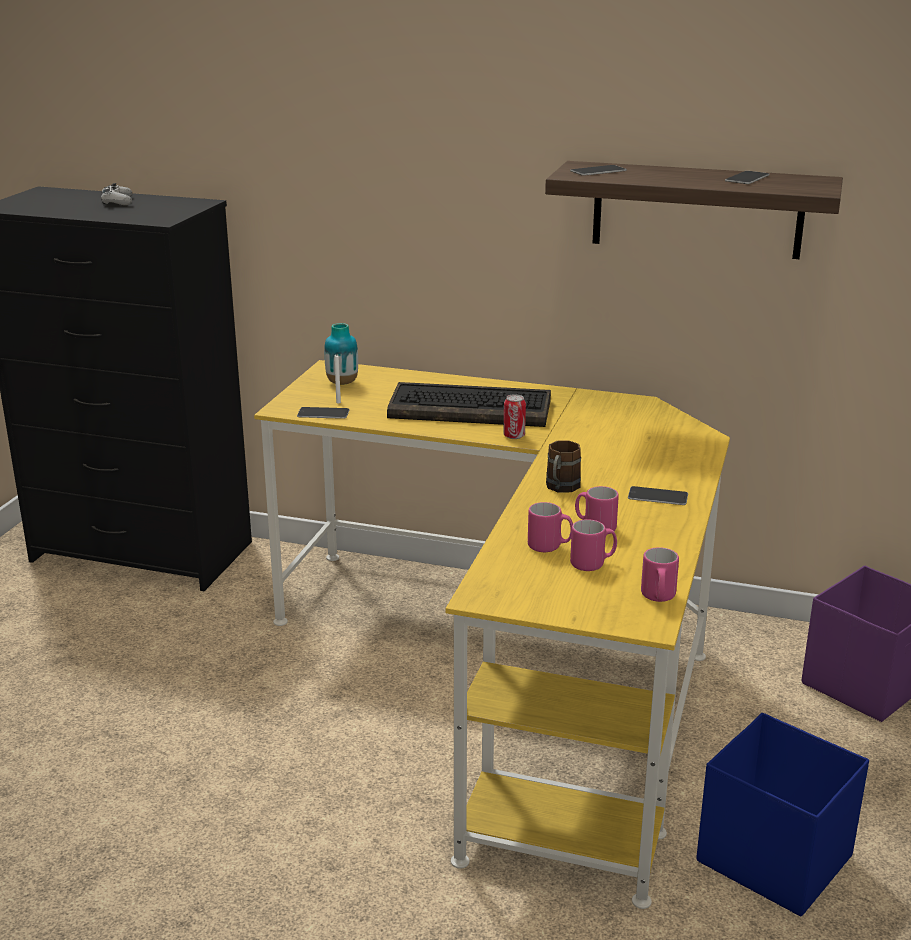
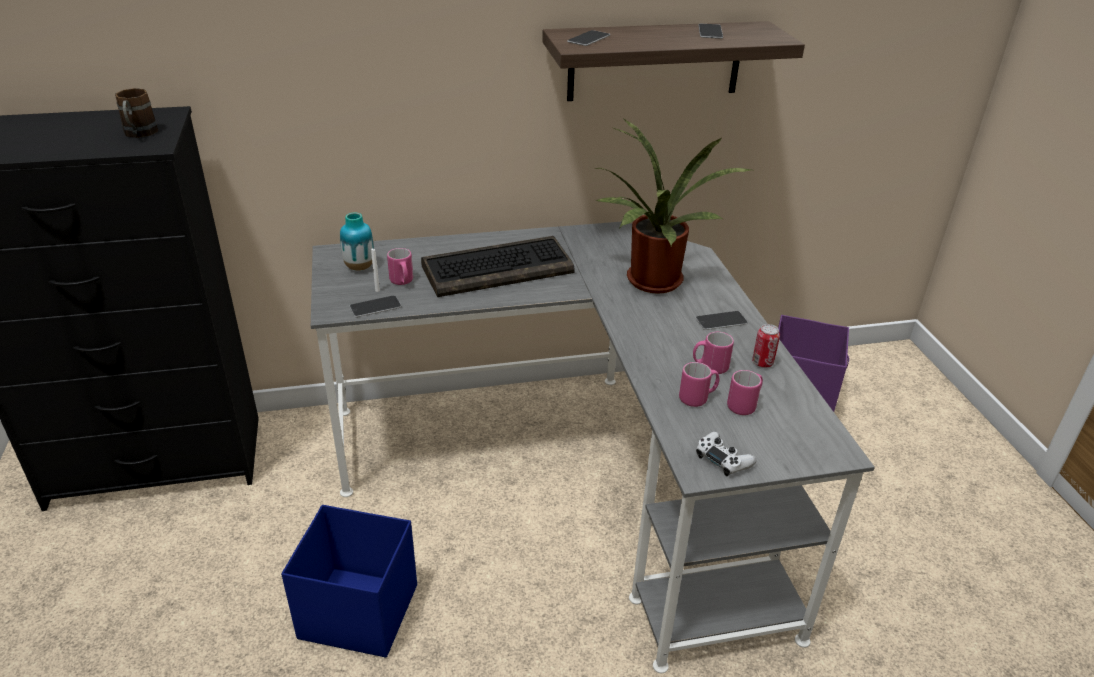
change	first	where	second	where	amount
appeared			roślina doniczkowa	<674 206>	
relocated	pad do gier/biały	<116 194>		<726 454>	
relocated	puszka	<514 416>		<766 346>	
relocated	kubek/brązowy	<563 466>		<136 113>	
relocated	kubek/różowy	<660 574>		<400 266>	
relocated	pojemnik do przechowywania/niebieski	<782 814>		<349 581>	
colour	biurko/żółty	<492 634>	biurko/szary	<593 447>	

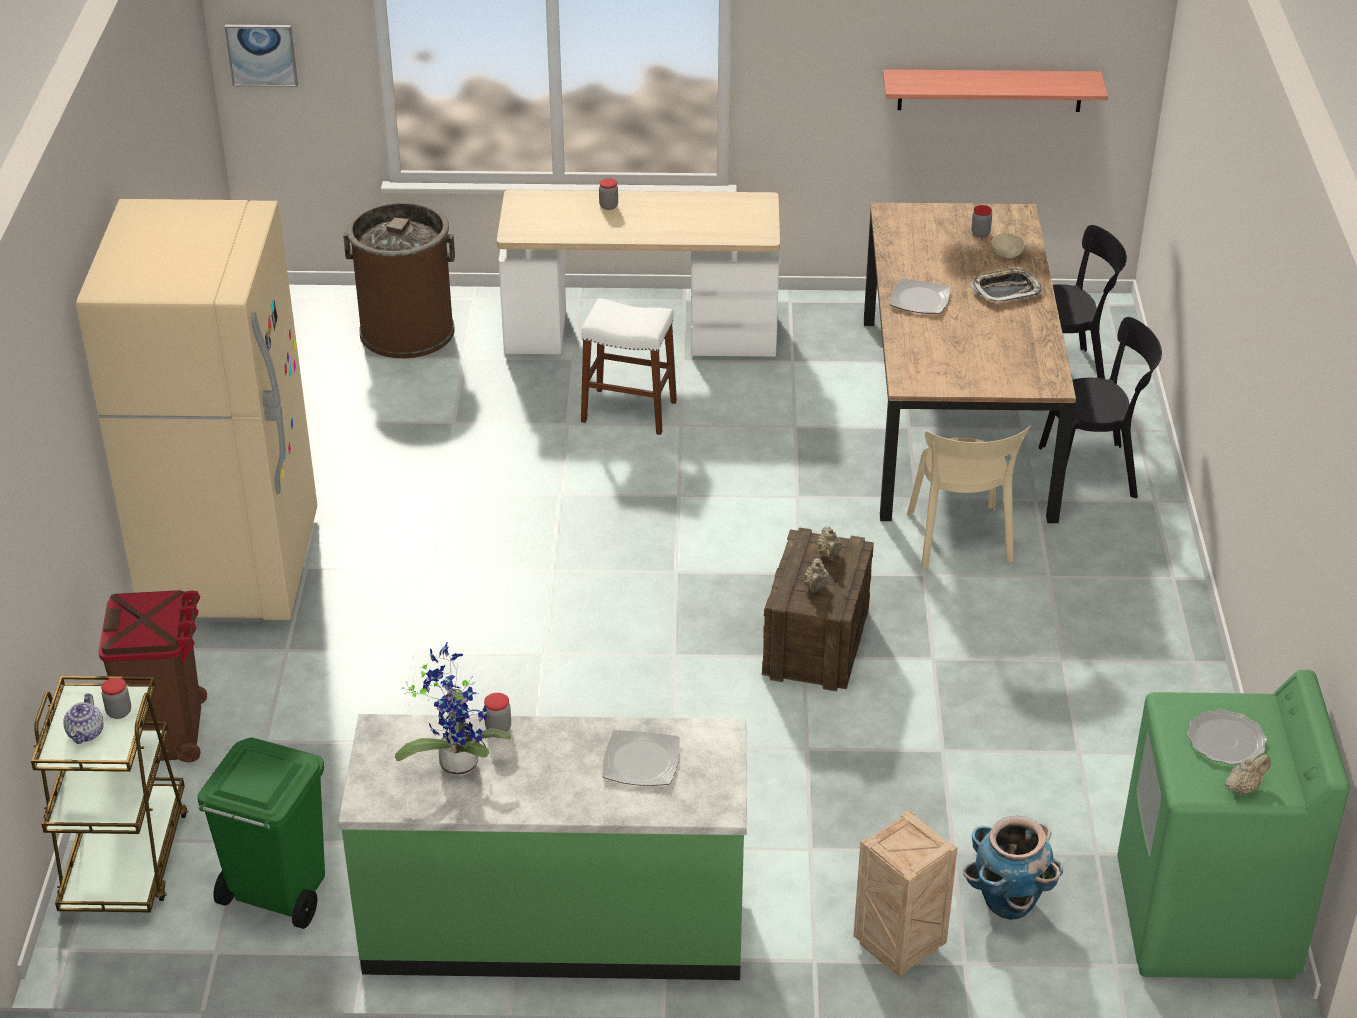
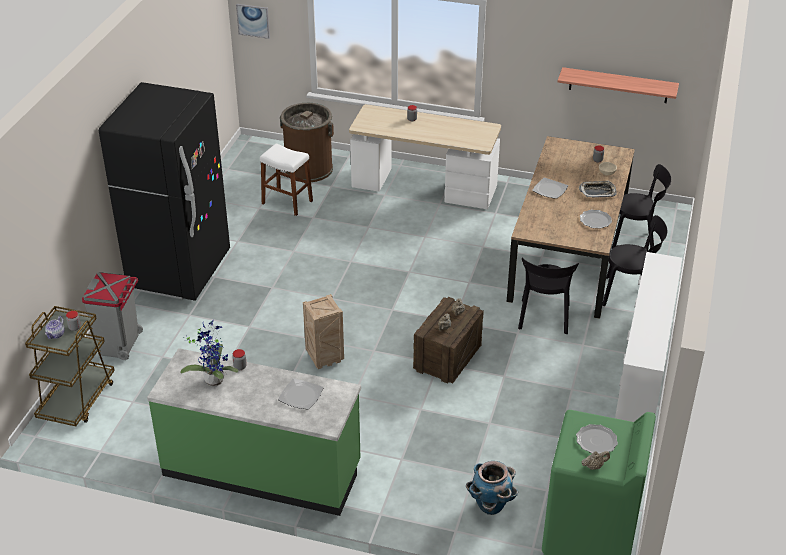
change	first	where	second	where	amount
missing	kosz na śmieci/zielony	<261 833>			
appeared			talerz	<596 219>	
appeared			komoda/biały	<648 337>	
relocated	stołek/biały	<629 366>		<286 179>	
relocated	skrzynka	<905 893>		<323 331>	
colour	lodówka/beżowy	<197 410>	lodówka/czarny	<164 191>	
colour	kosz na śmieci/brązowy	<152 676>	kosz na śmieci/szary	<112 316>	
colour	krzesło/beżowy	<969 496>	krzesło/czarny	<548 296>	

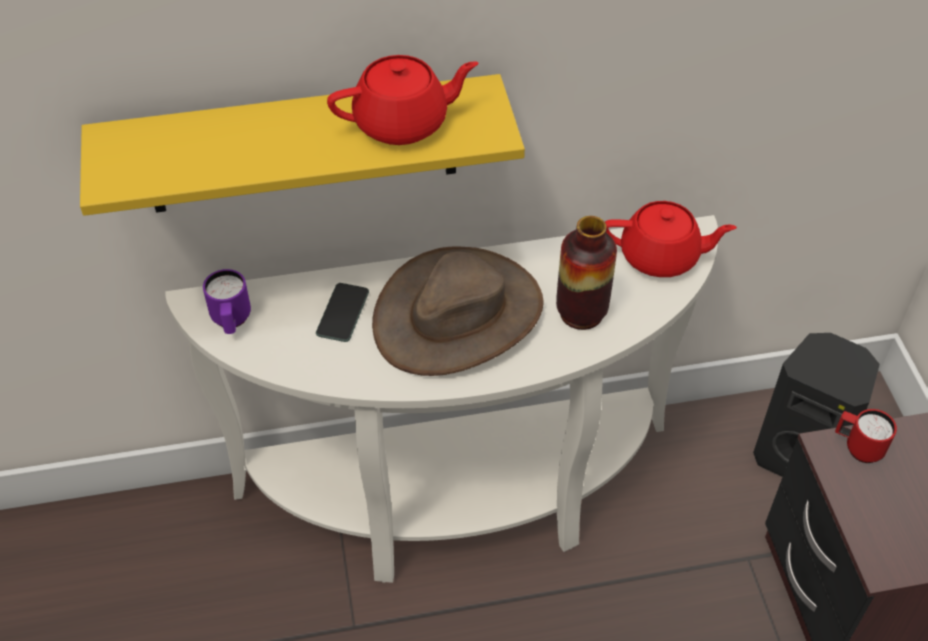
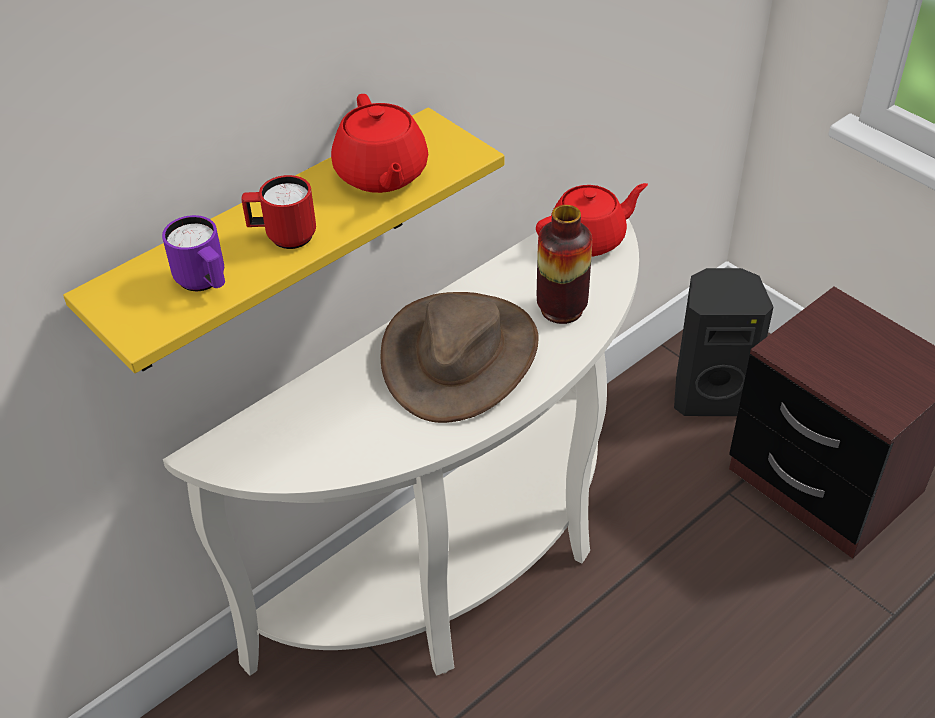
change	first	where	second	where	amount
missing	telefon	<342 312>			
relocated	kubek/fioletowy	<227 301>		<193 253>	
relocated	kubek/czerwony	<866 436>		<278 212>	
spun	imbryk/czerwony	<402 100>		<379 143>	120 degrees clockwise

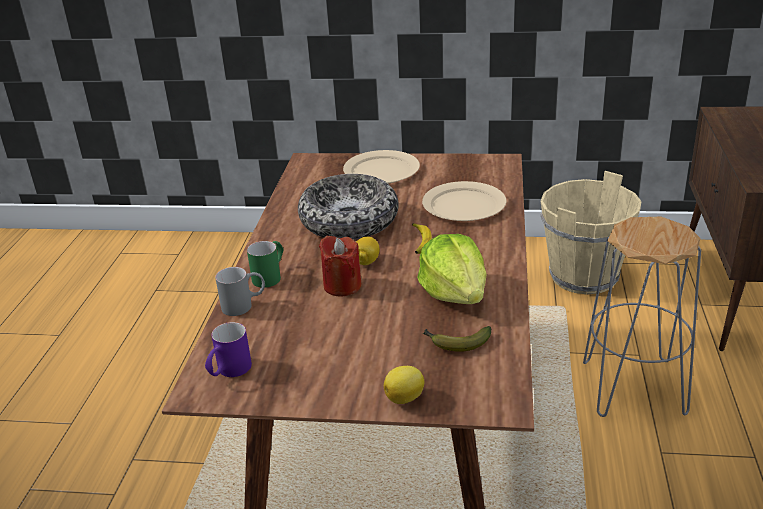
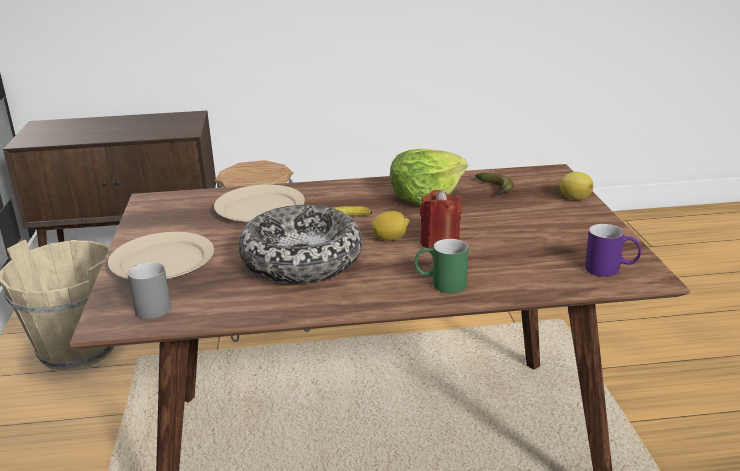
change	first	where	second	where	amount
relocated	kubek/szary	<240 291>		<149 290>	

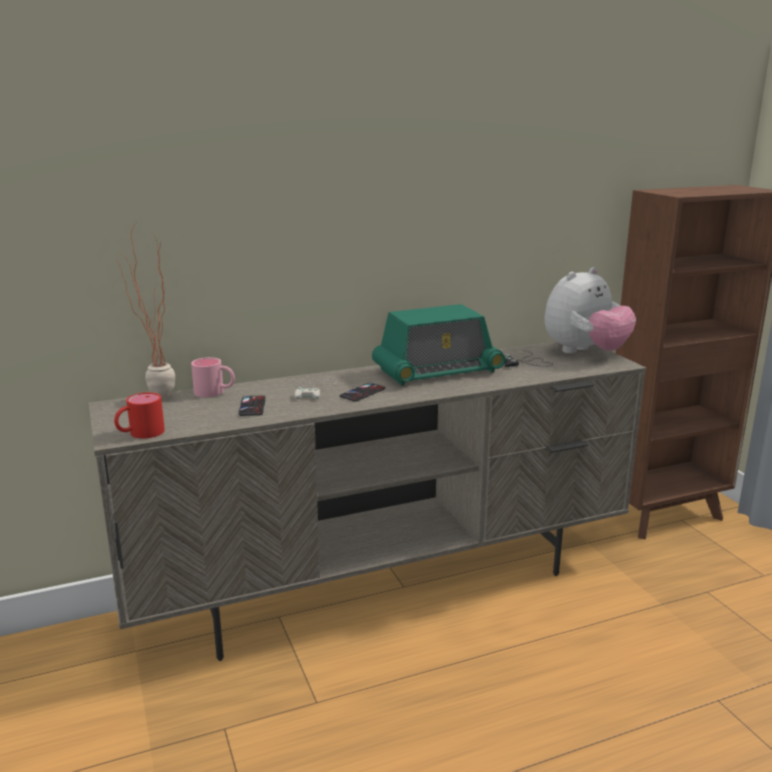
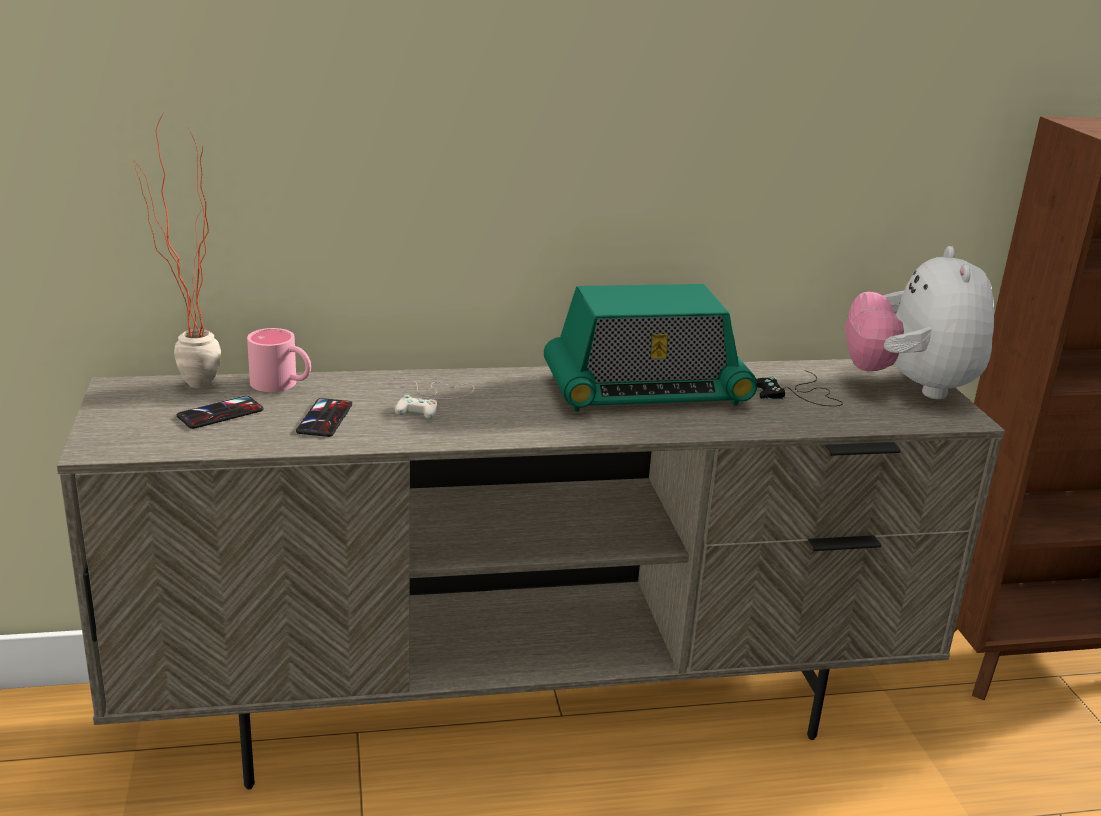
change	first	where	second	where	amount
missing	kubek/czerwony	<139 415>			
relocated	telefon	<362 392>		<220 412>	
spun	pluszak	<590 310>		<919 322>	120 degrees clockwise

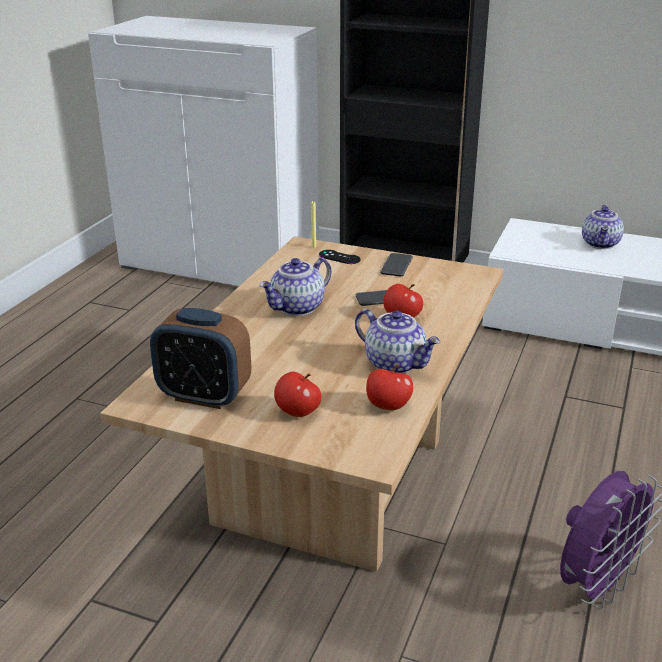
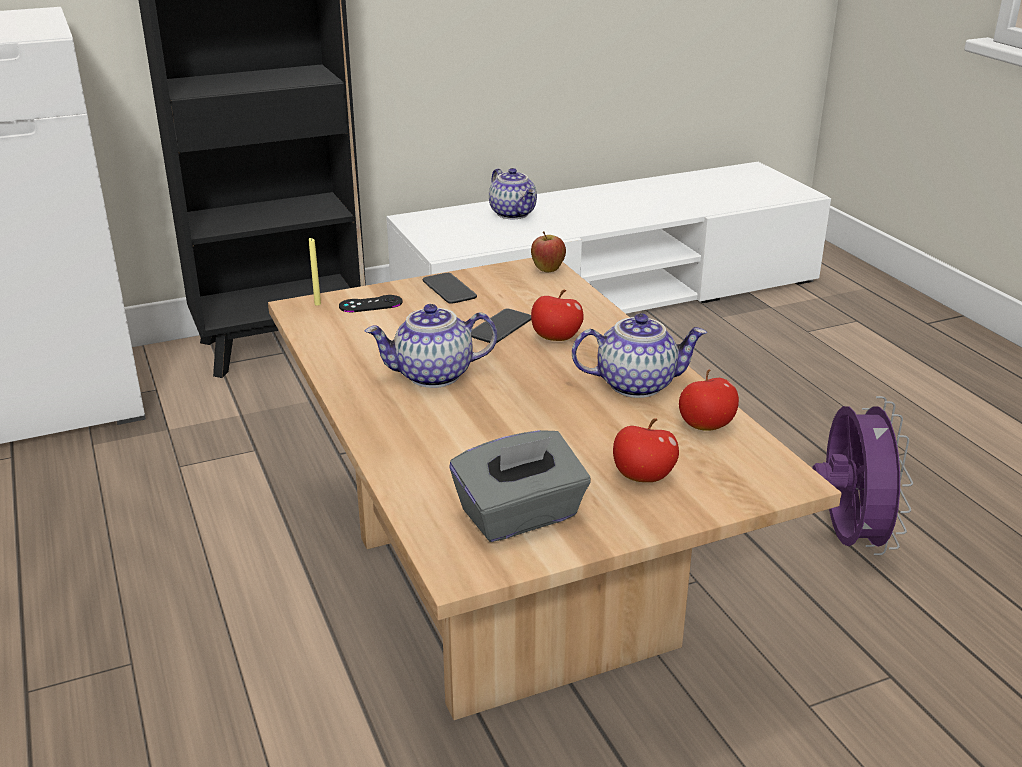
change	first	where	second	where	amount
appeared			jabłko	<548 251>	
exchanged	budzik	<200 358>	pudełko chusteczek/szary	<520 486>	
spun	imbryk	<295 287>		<431 346>	75 degrees clockwise

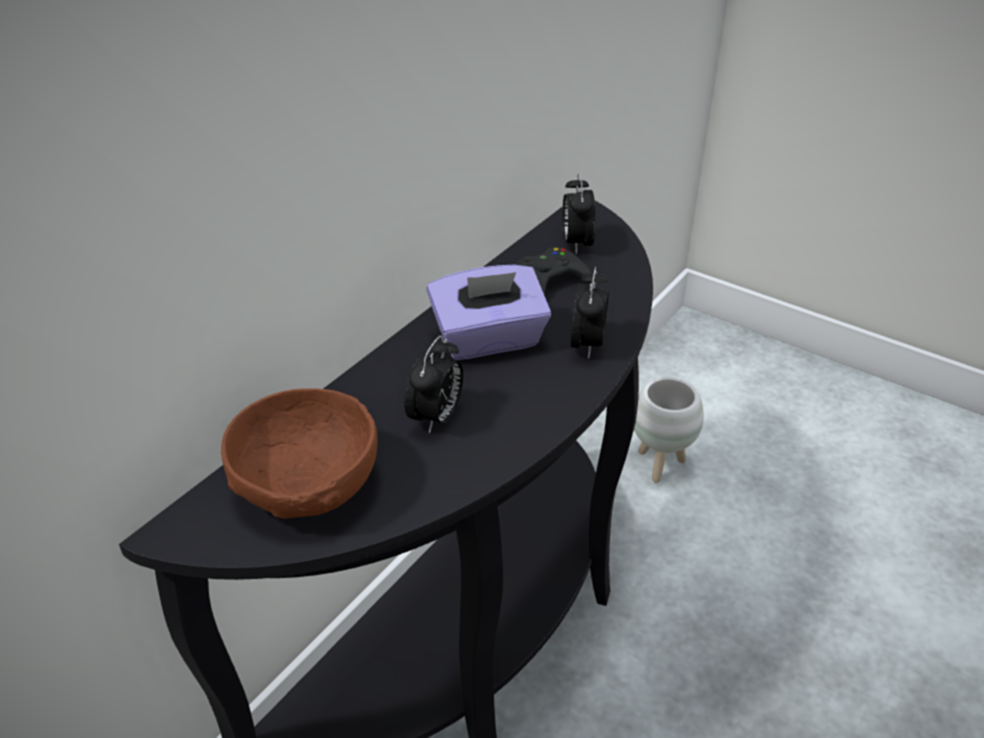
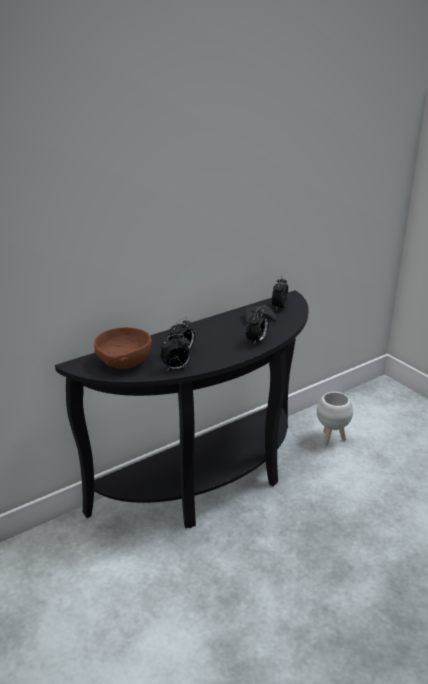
change	first	where	second	where	amount
missing	pudełko chusteczek/fioletowy	<489 312>			
appeared			budzik	<175 352>	

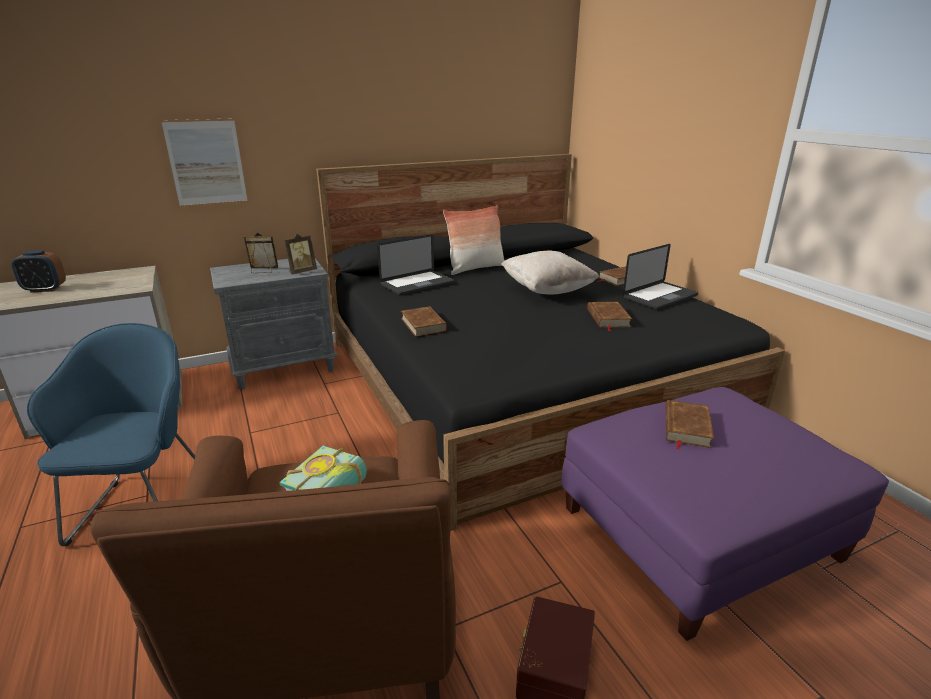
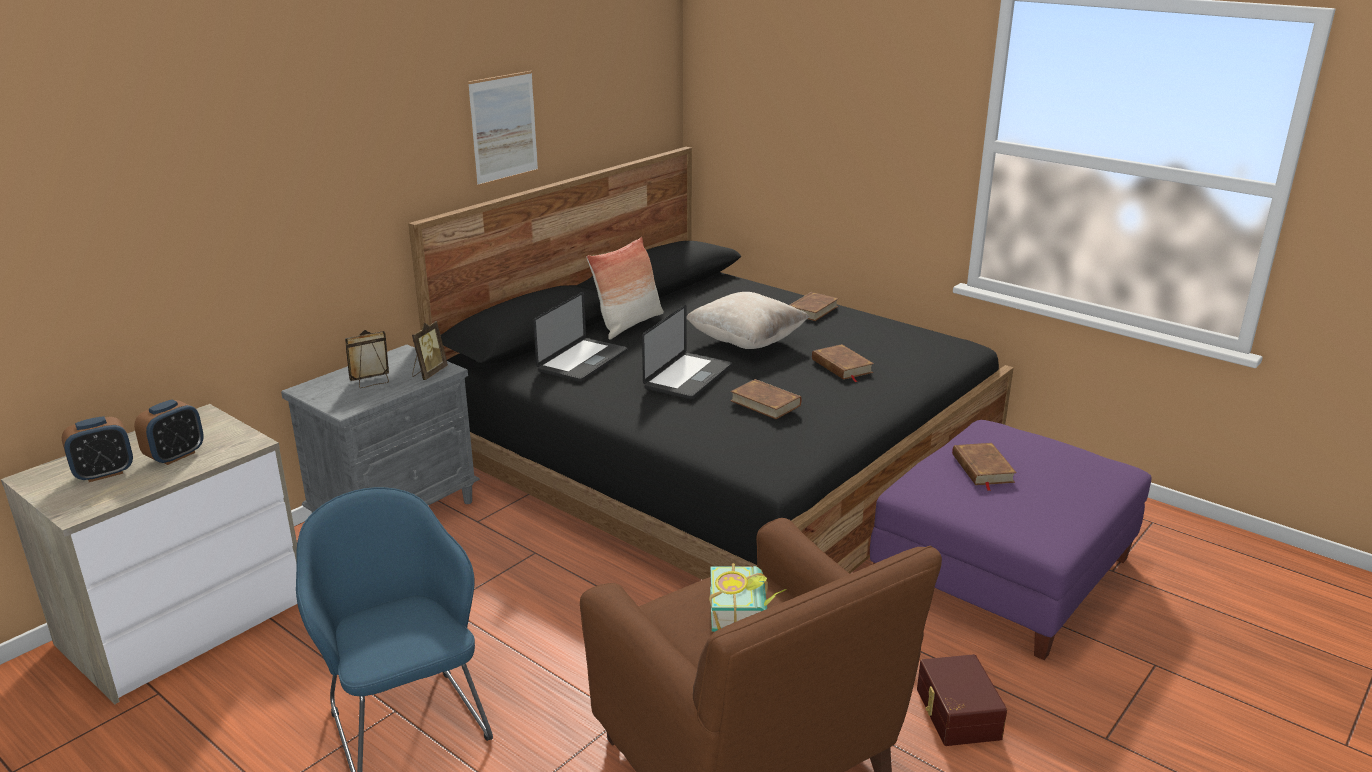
change	first	where	second	where	amount
appeared			budzik	<169 432>	
relocated	obraz	<204 162>		<503 129>	
relocated	książka/brązowy	<424 321>		<766 399>	
relocated	laptop	<660 277>		<687 352>	

